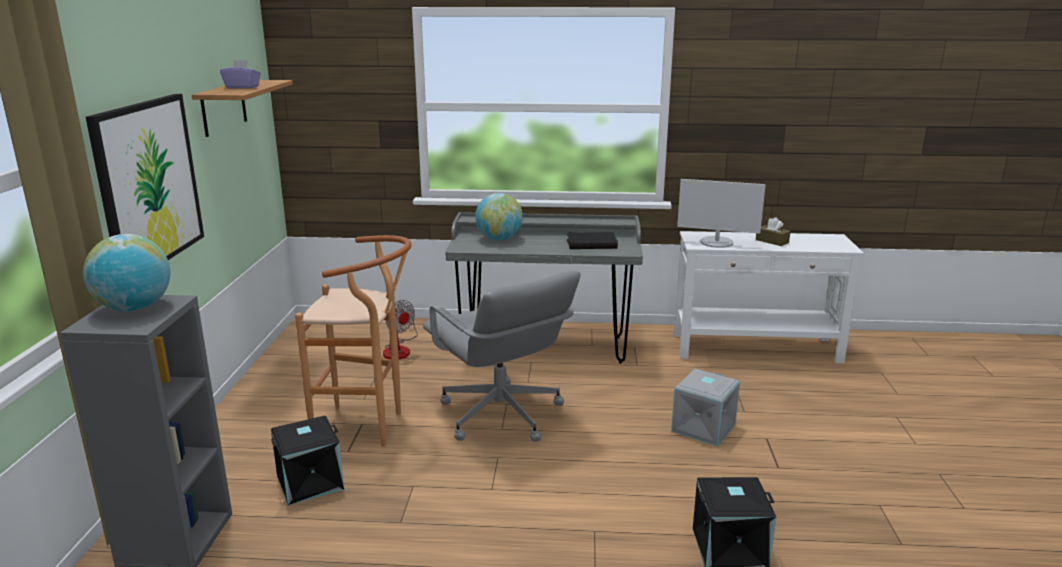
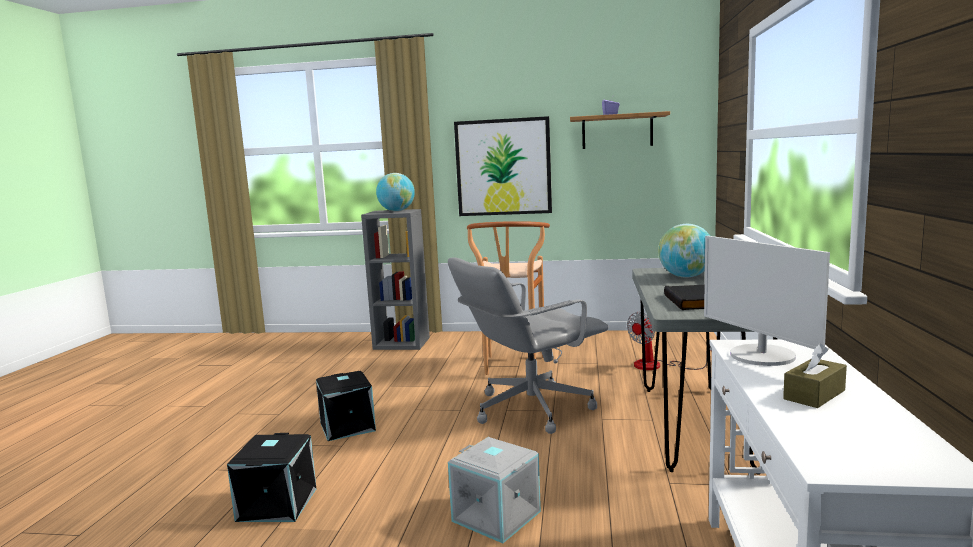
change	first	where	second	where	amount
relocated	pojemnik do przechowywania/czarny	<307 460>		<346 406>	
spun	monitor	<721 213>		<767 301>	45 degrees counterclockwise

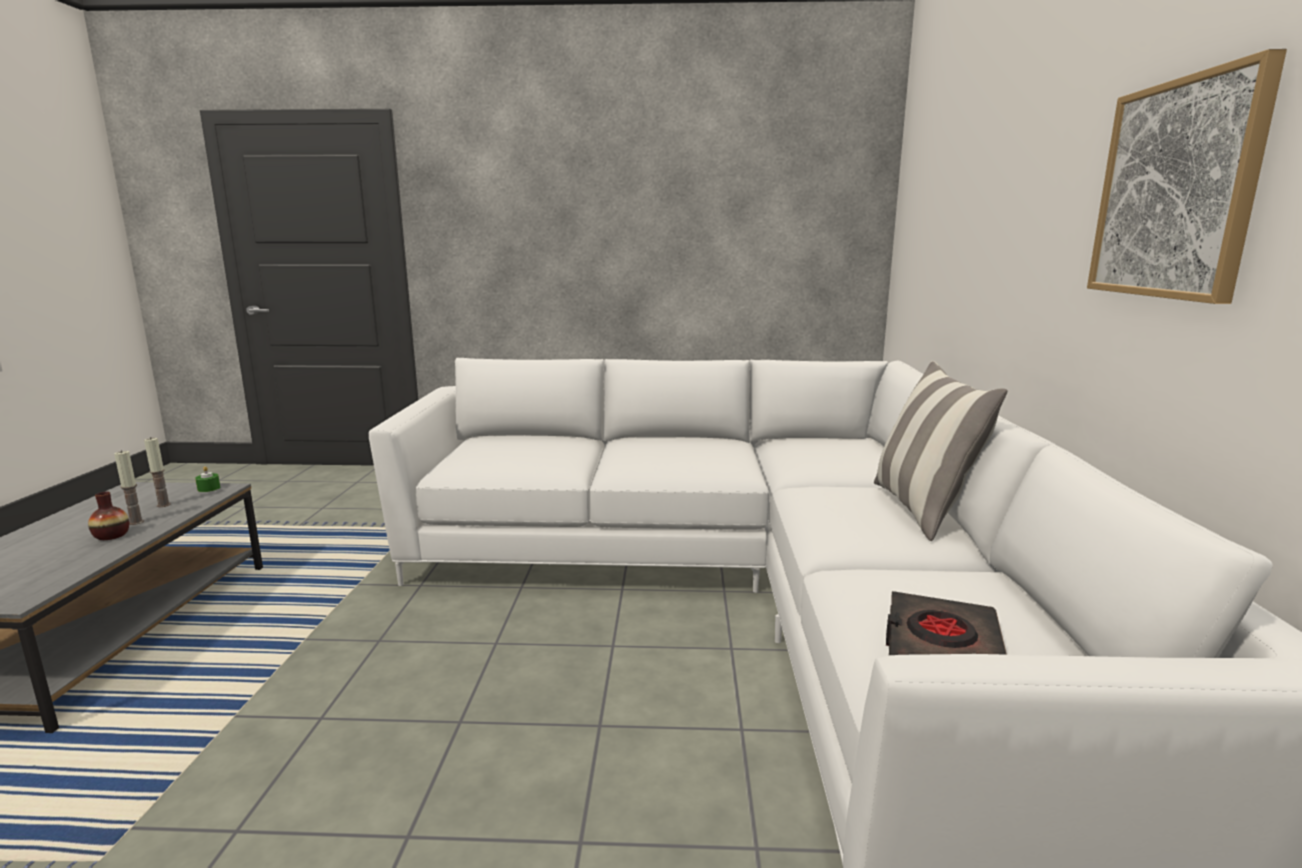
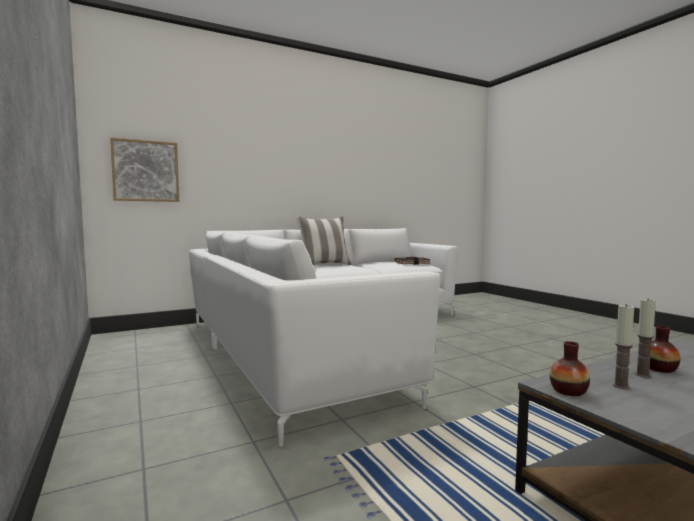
change	first	where	second	where	amount
relocated	obraz	<1187 176>		<144 170>	
exchanged	świeca/zielony	<207 479>	wazon	<570 368>	

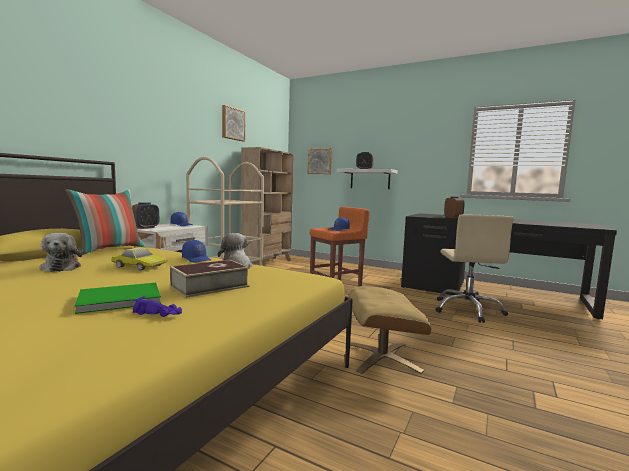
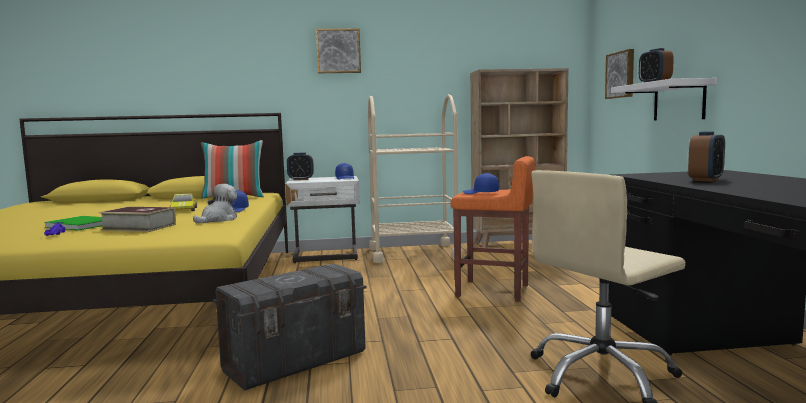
change	first	where	second	where	amount
missing	pluszak	<61 252>			
relocated	obraz	<233 123>		<338 51>	
exchanged	pufa/beżowy	<390 330>	pojemnik do przechowywania/szary	<290 327>	

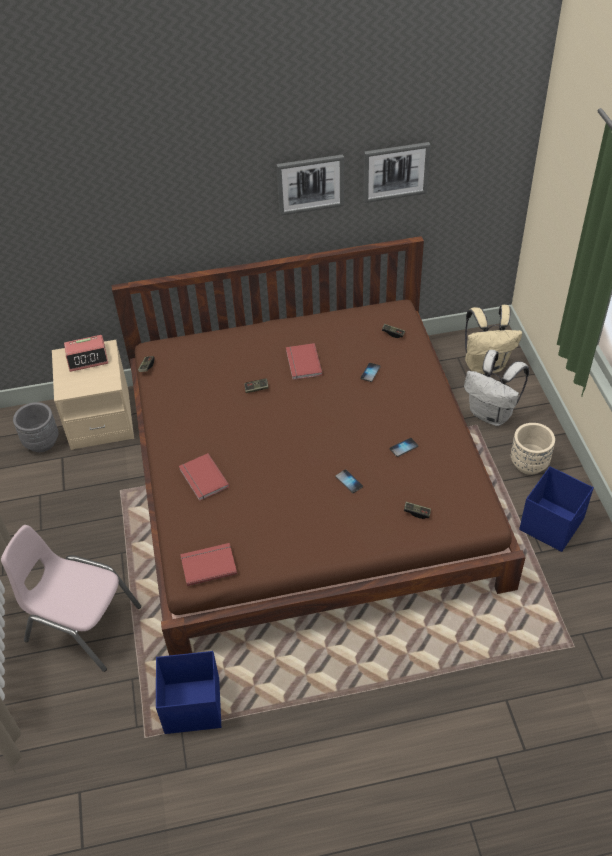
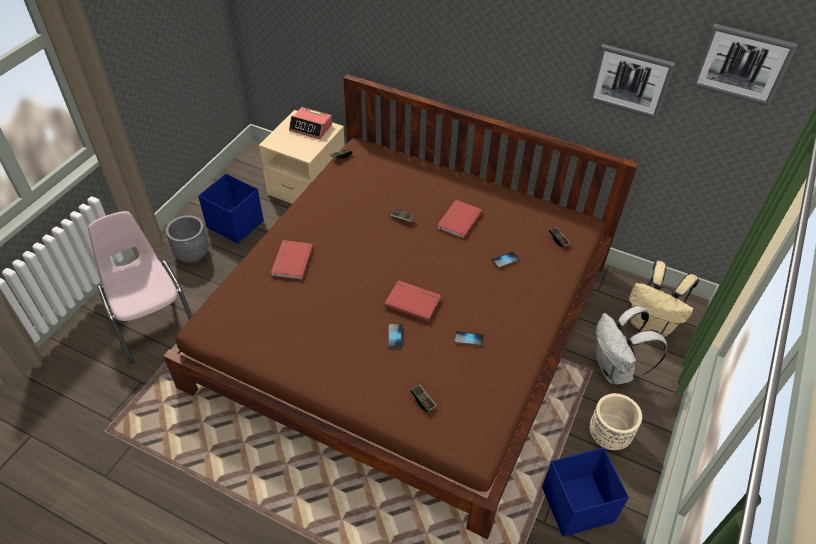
change	first	where	second	where	amount
relocated	donica/szary	<35 427>		<187 239>	
relocated	pojemnik do przechowywania/niebieski	<188 692>		<231 208>	
relocated	książka/czerwony	<208 564>		<412 300>	
relocated	obraz	<310 185>		<744 64>	

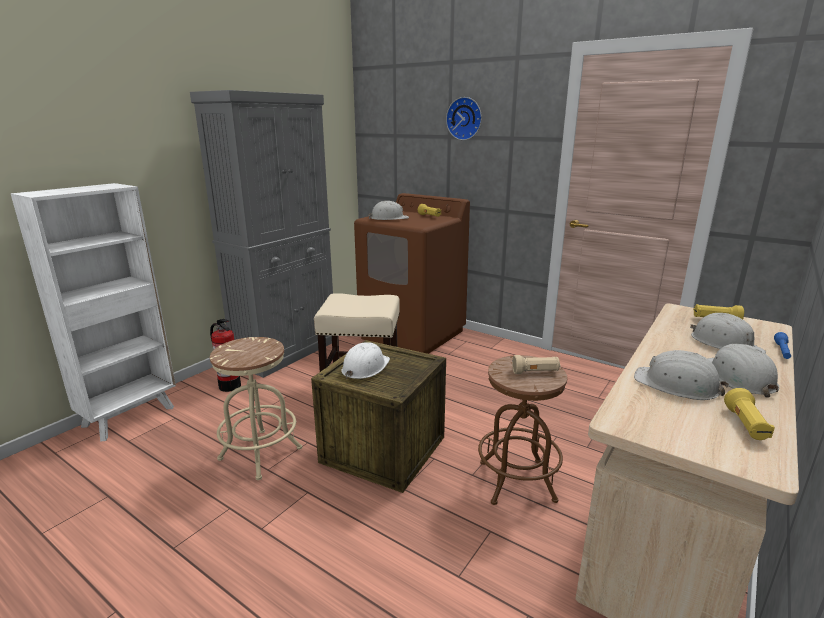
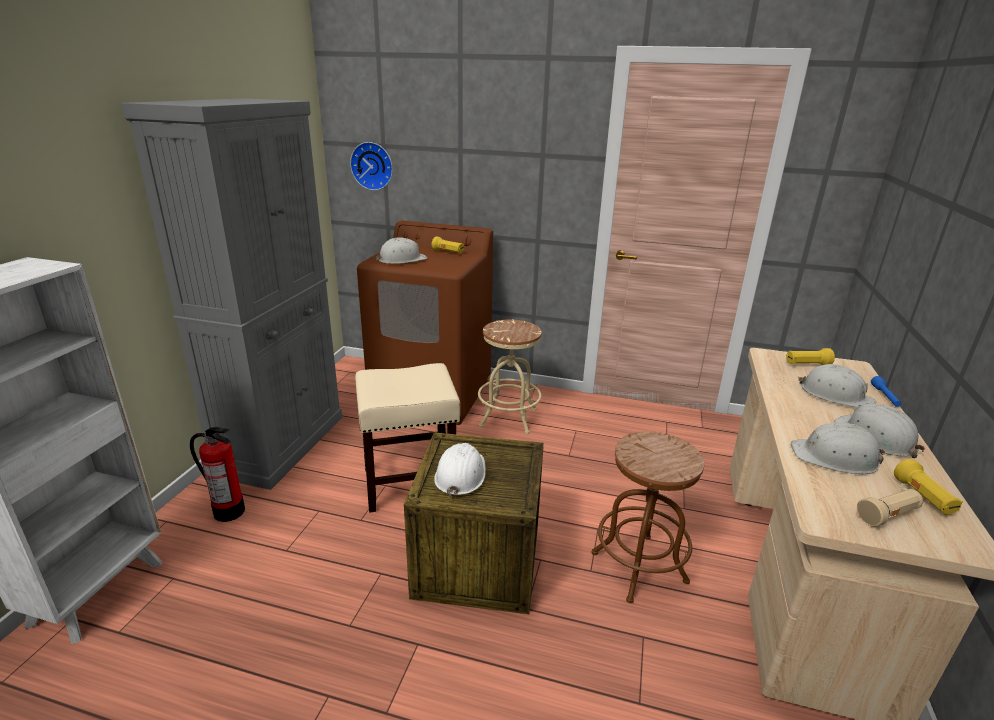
change	first	where	second	where	amount
relocated	stołek/beżowy	<256 408>		<510 377>	
relocated	zegar ścienny	<464 118>		<371 166>	
relocated	latarka/beżowy	<536 364>		<890 507>	

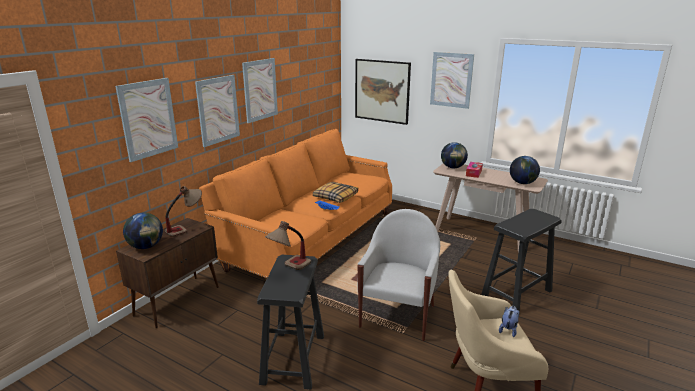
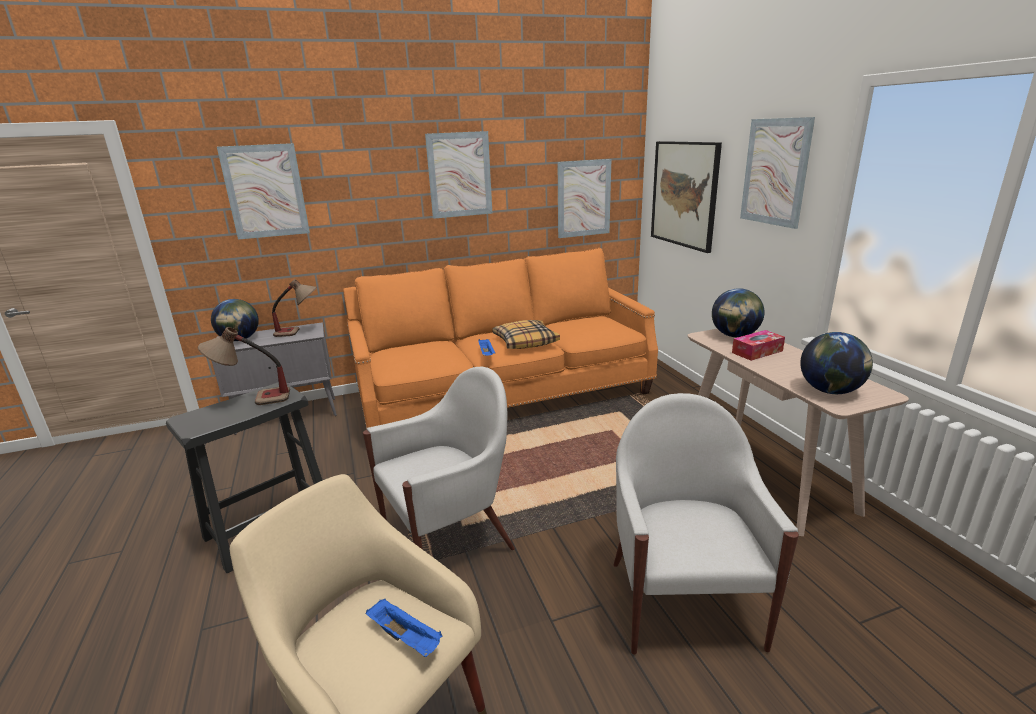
change	first	where	second	where	amount
relocated	obraz	<217 111>		<584 198>	
exchanged	stołek/czarny	<521 261>	fotel/biały	<706 524>	
exchanged	pluszak	<509 321>	taca/niebieski	<404 627>	
colour	szafka/brązowy	<167 273>	szafka/szary	<274 378>	

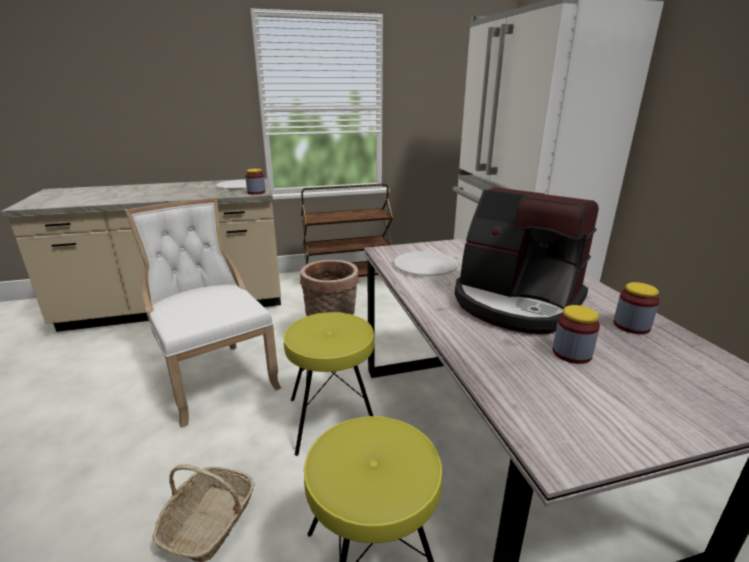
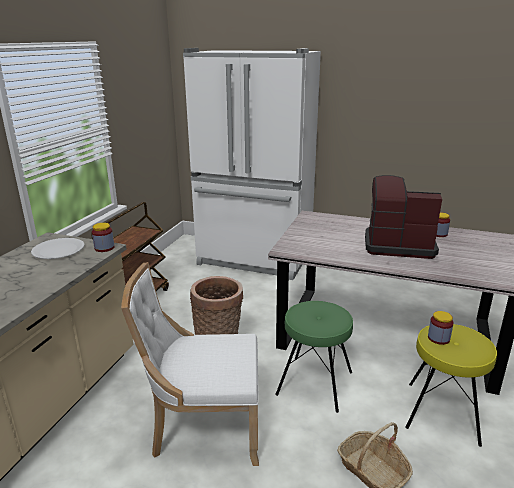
change	first	where	second	where	amount
missing	talerz/biały	<426 263>			
relocated	słoik	<576 334>		<441 328>	
colour	stołek/żółty	<329 384>	stołek/zielony	<314 357>	
spun	ekspres do kawy	<527 260>		<403 217>	150 degrees counterclockwise

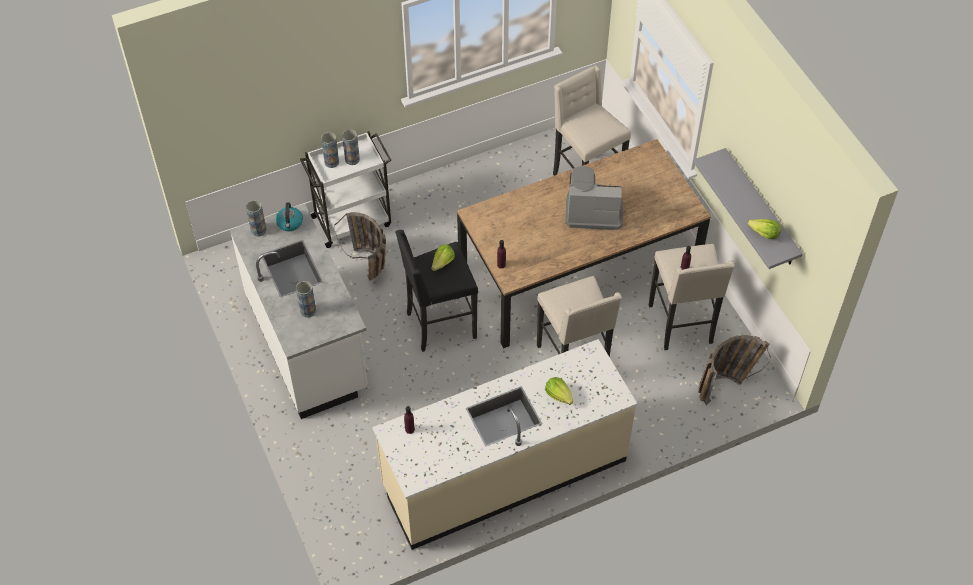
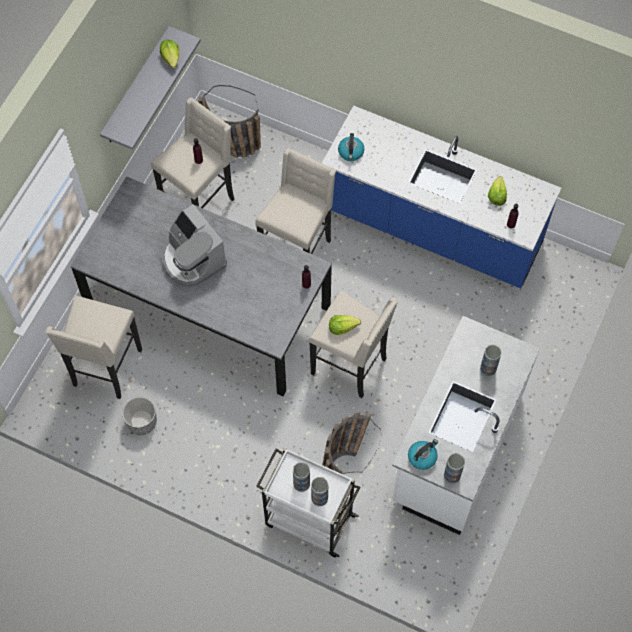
change	first	where	second	where	amount
appeared			donica	<139 415>	
appeared			czajnik	<351 147>	
relocated	sałata	<559 391>		<497 191>	
colour	zabudowa kuchenna/beżowy	<504 444>	zabudowa kuchenna/niebieski	<441 196>	
colour	stołek/czarny	<436 291>	stołek/beżowy	<353 344>	
colour	stół jadalny/brązowy	<584 244>	stół jadalny/szary	<201 286>	

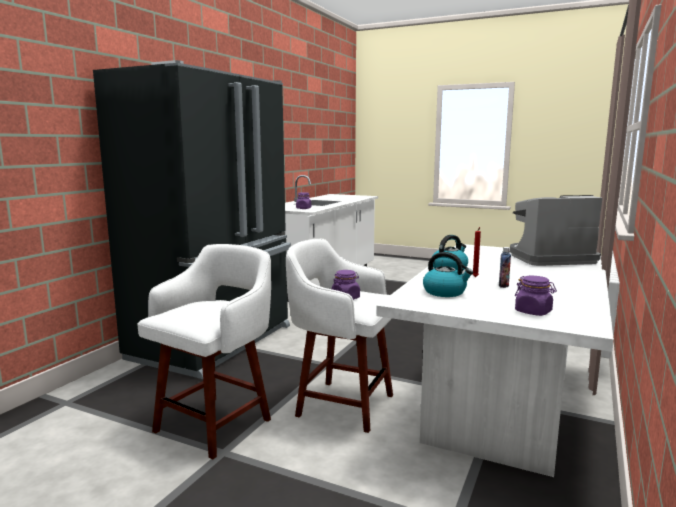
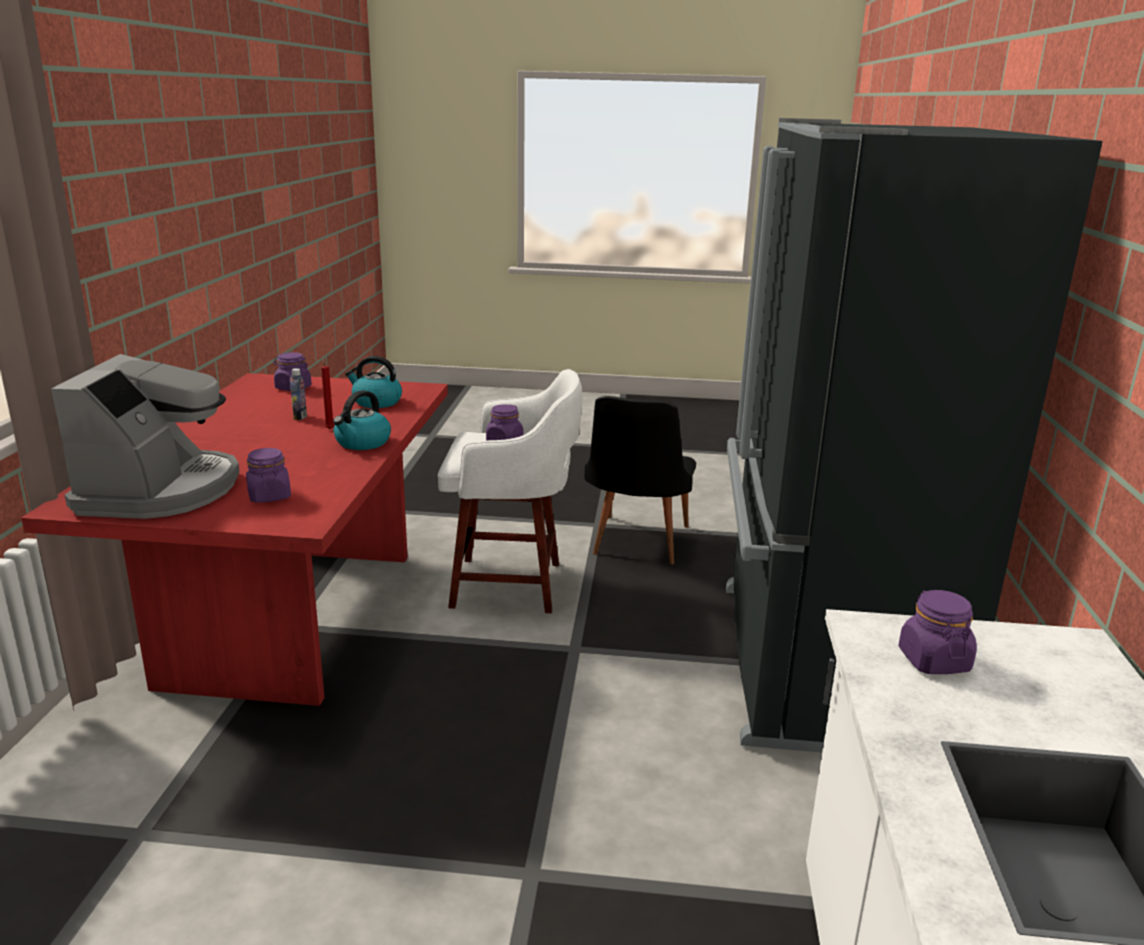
change	first	where	second	where	amount
appeared			słoik/fioletowy	<268 475>	
exchanged	stołek/biały	<204 351>	krzesło/czarny	<640 480>	
colour	stół jadalny/biały	<495 360>	stół jadalny/czerwony	<234 539>	
spun	ekspres do kawy	<556 230>		<145 436>	60 degrees counterclockwise

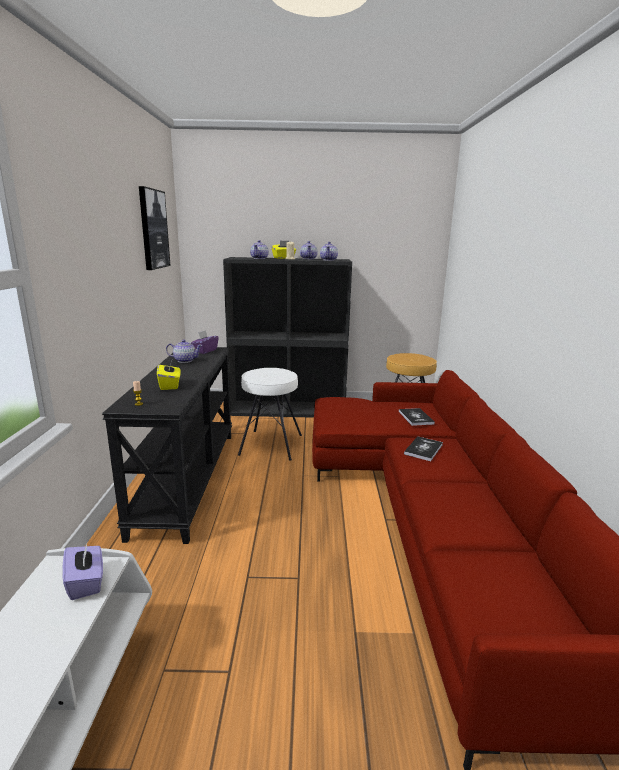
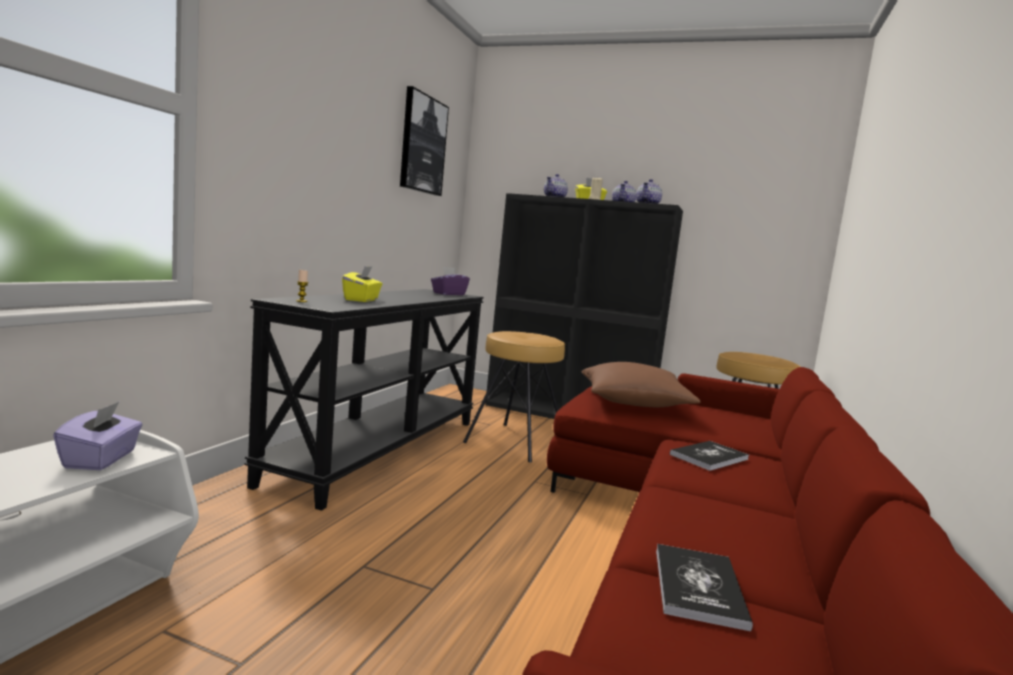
change	first	where	second	where	amount
missing	imbryk	<184 351>			
appeared			poduszka/brązowy	<641 385>	
relocated	książka	<417 417>		<704 587>	
colour	stołek/biały	<270 414>	stołek/brązowy	<514 397>	

